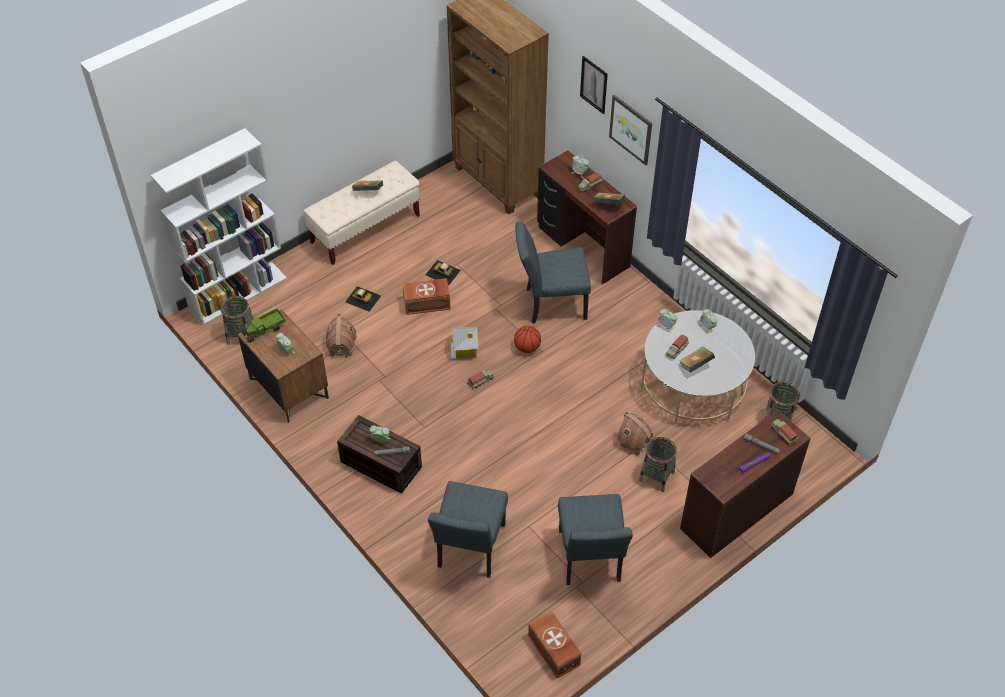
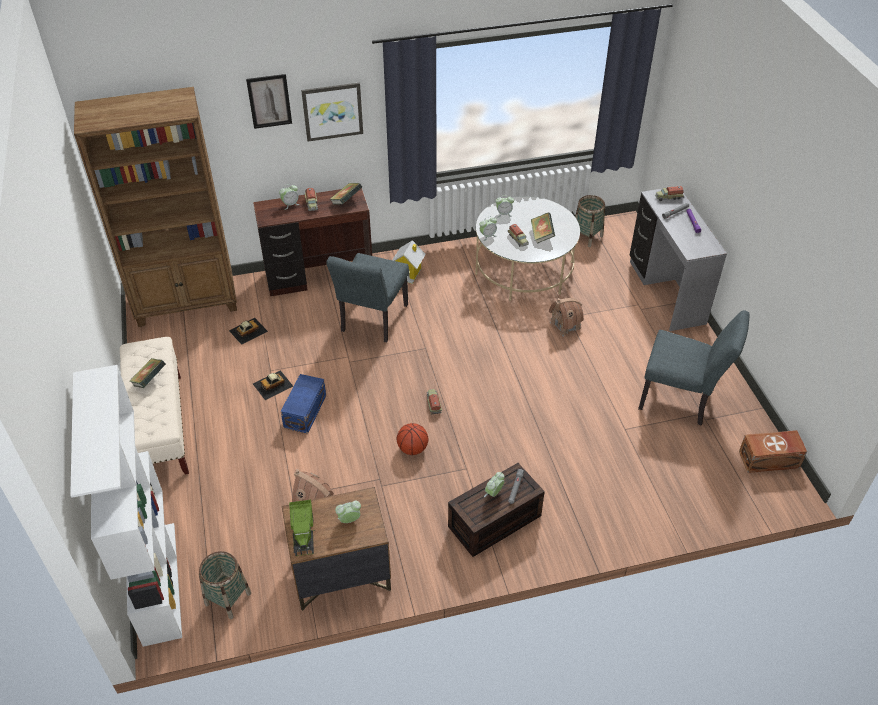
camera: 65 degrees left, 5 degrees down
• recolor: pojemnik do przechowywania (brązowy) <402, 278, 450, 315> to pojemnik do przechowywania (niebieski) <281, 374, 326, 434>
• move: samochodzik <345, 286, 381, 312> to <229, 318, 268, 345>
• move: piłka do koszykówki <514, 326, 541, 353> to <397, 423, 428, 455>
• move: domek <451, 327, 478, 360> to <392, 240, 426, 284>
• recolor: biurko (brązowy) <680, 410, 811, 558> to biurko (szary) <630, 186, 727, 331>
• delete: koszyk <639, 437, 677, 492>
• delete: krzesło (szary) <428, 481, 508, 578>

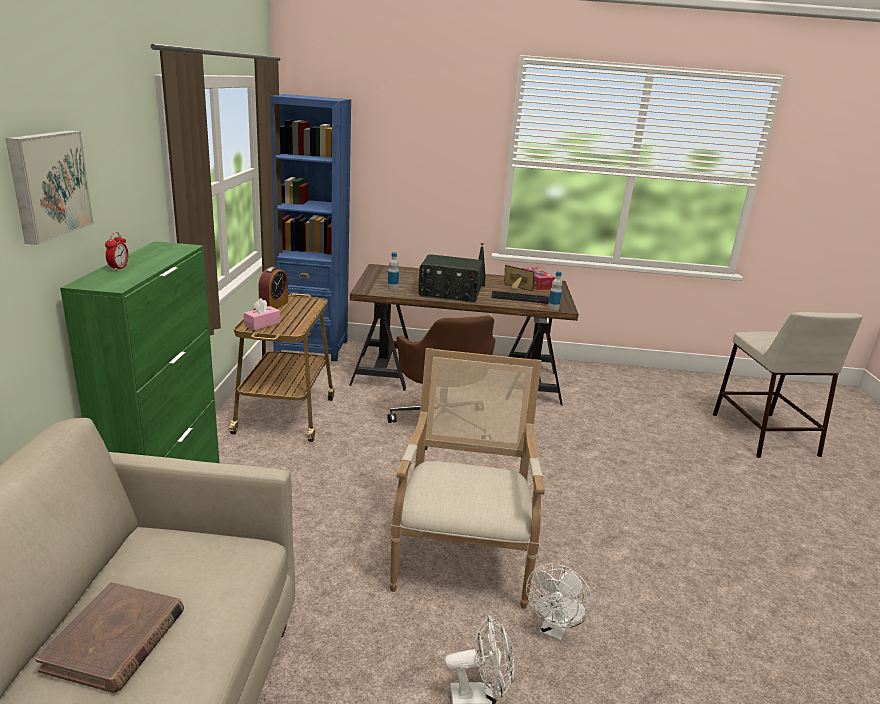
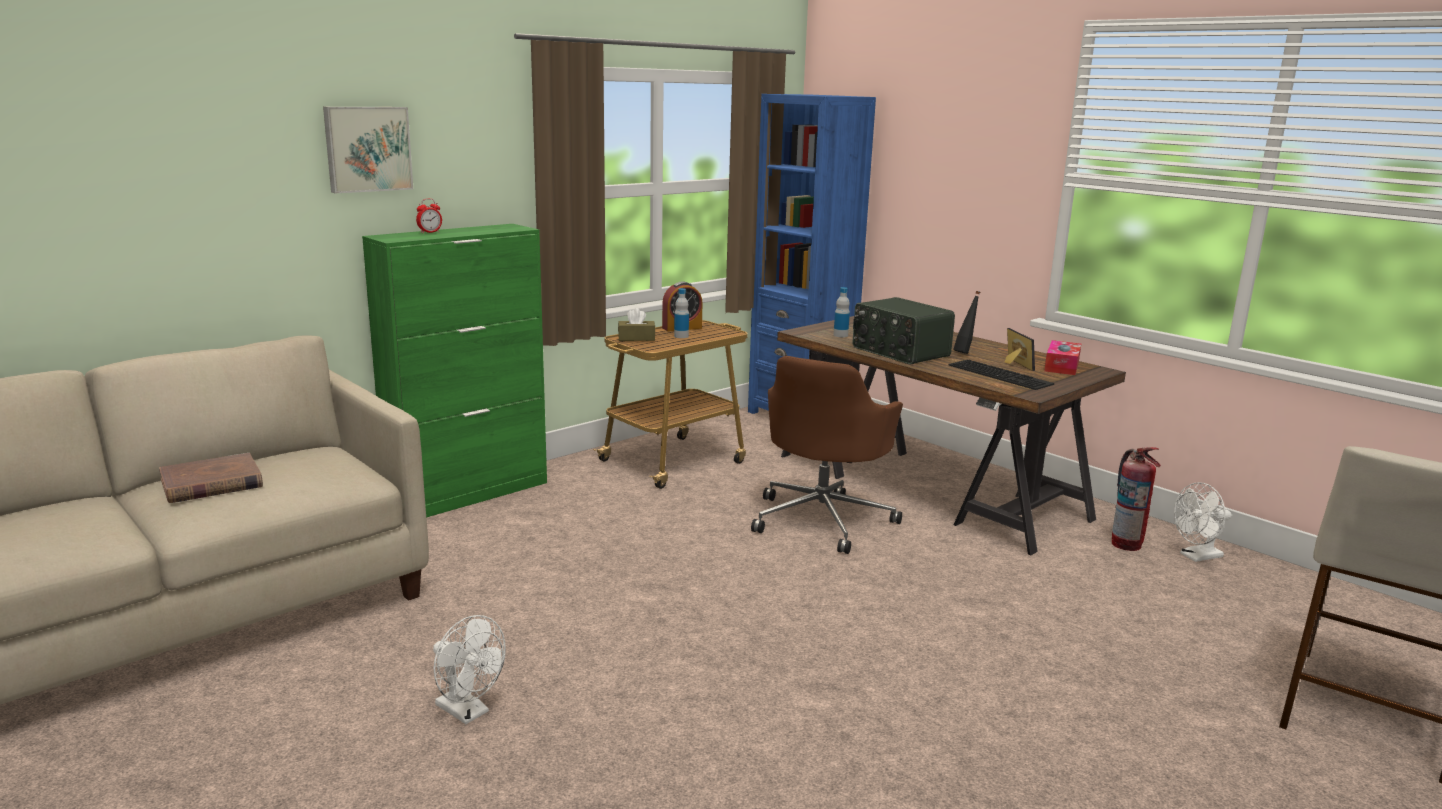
camera: 45 degrees right, 5 degrees down
• move: butelka <548, 271, 562, 310> to <674, 288, 689, 338>
• recolor: pudełko chusteczek (różowy) <244, 298, 280, 330> to pudełko chusteczek (brązowy) <618, 308, 655, 341>
• delete: fotel <390, 348, 545, 609>
• move: wentylator (biały) <526, 564, 592, 642> to <1174, 482, 1232, 562>
• insert: gaśnica <1112, 447, 1161, 551>

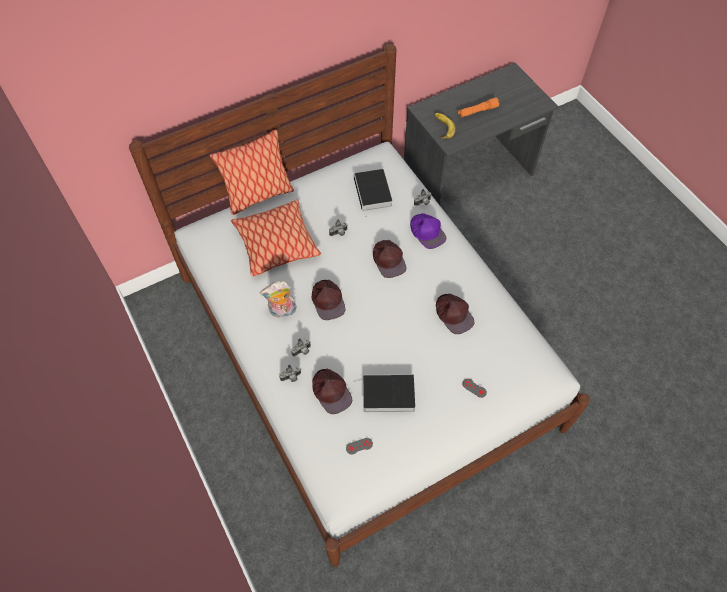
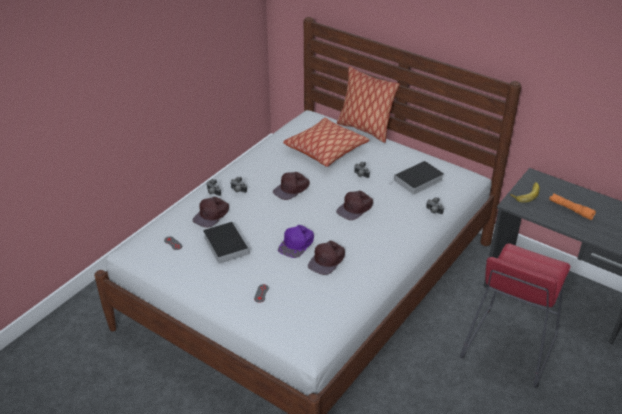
camera: 65 degrees right, 20 degrees down
• move: czapka z daszkiem (fioletowy) <410, 213, 446, 249> to <278, 225, 314, 258>
• delete: pluszak <260, 280, 297, 318>
• insert: stołek (czerwony) <460, 244, 571, 388>

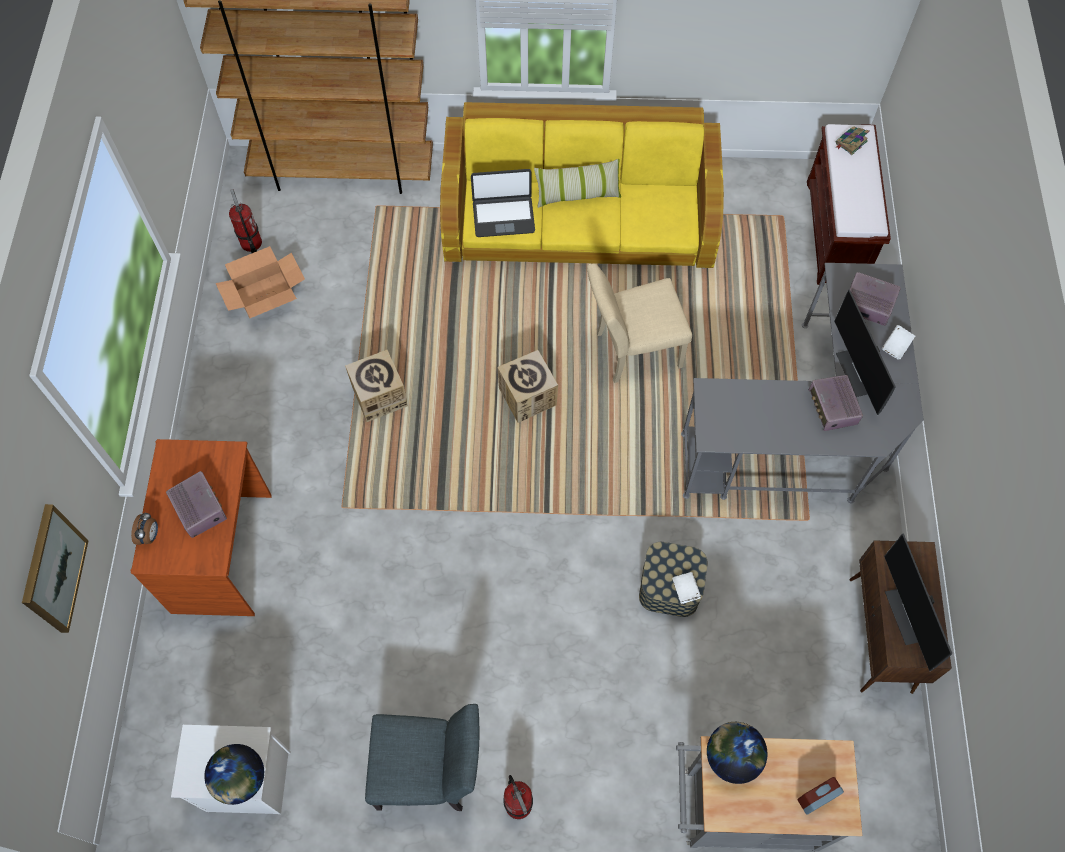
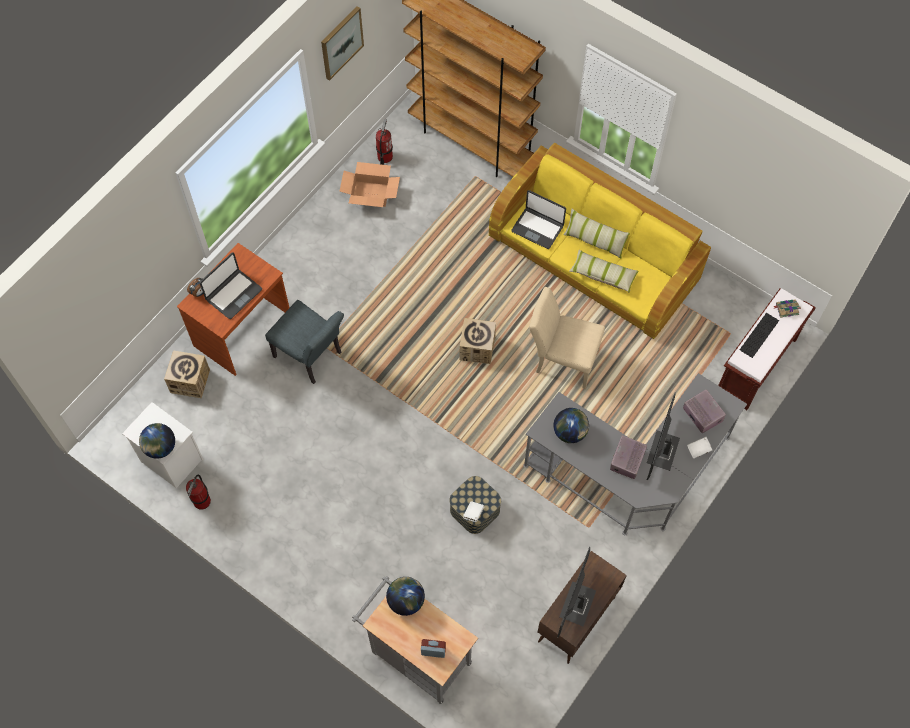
camera: 35 degrees right, 0 degrees up
• move: karton <345, 350, 408, 422> to <164, 350, 210, 398>
• replace: radio <166, 471, 227, 538> to laptop <200, 252, 262, 319>
• move: obraz <22, 504, 88, 633> to <321, 6, 364, 80>
• move: krzesło (szary) <365, 704, 479, 811> to <265, 300, 344, 384>
• move: gaśnica <503, 775, 533, 819> to <186, 474, 211, 510>
• insert: poduszka <569, 250, 638, 293>
• insert: klawiatura <740, 313, 779, 358>
• insert: globus <553, 408, 589, 443>

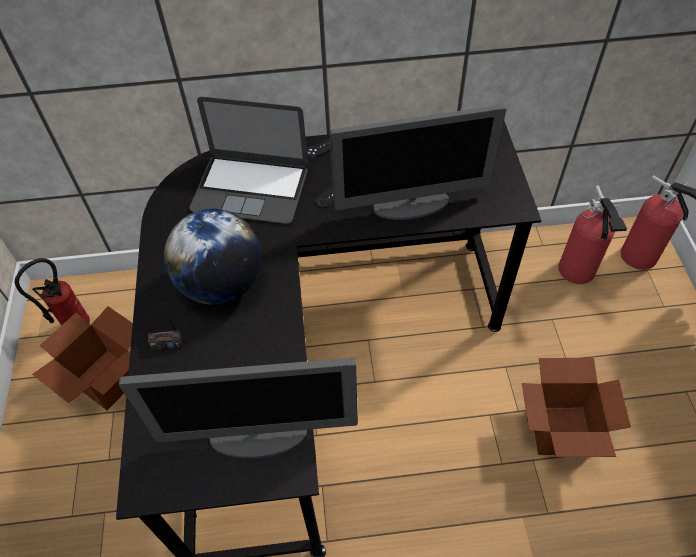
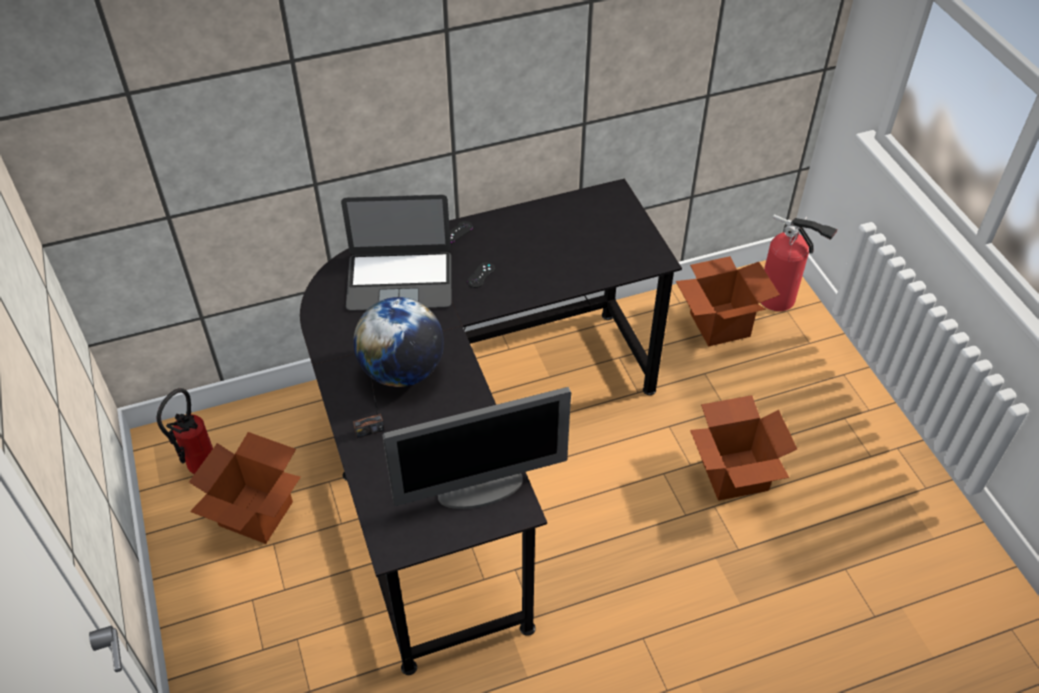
camera: 15 degrees left, 5 degrees down
• delete: monitor <330, 105, 506, 220>
• replace: gaśnica <558, 185, 627, 284> to karton <676, 256, 780, 347>

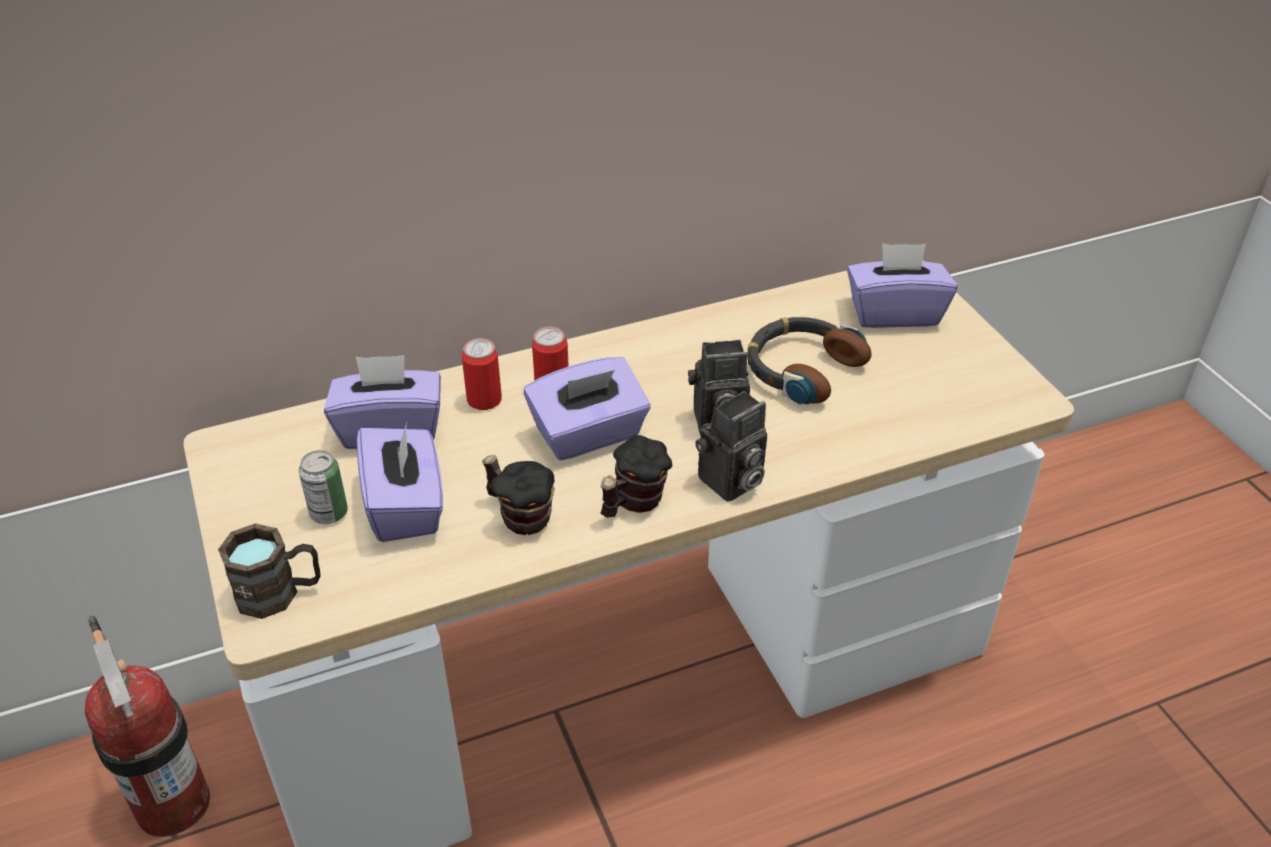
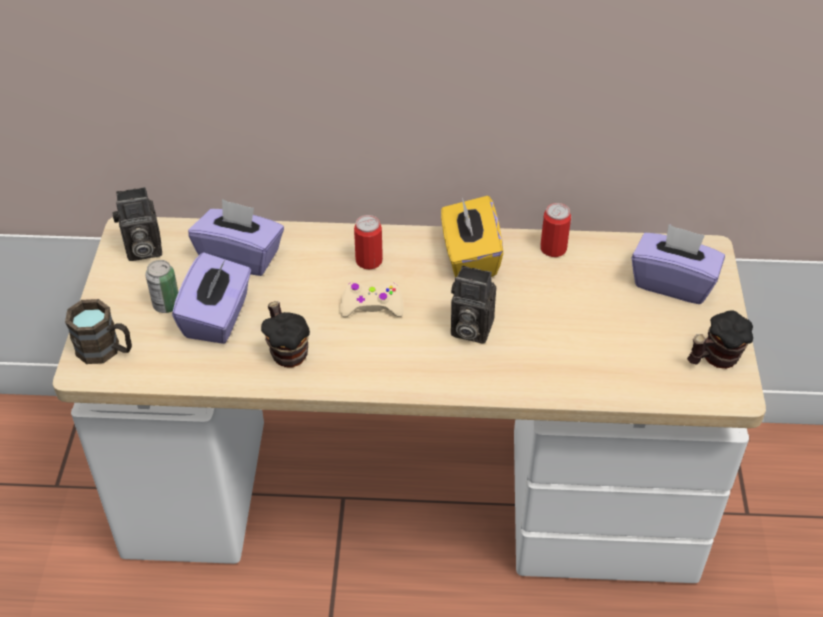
camera: 25 degrees right, 5 degrees up
• delete: słuchawki <747, 317, 872, 405>
• move: puszka <462, 338, 502, 410> to <540, 203, 571, 257>
• replace: pudełko chusteczek (fioletowy) <524, 357, 651, 460> to pad do gier (beżowy) <340, 282, 404, 318>
• move: aparat fotograficzny <695, 391, 767, 502> to <113, 187, 162, 261>
• move: kubek <600, 435, 672, 518> to <687, 310, 753, 369>
• delete: gaśnica <85, 616, 210, 837>
• insert: pudełko chusteczek (żółty) <441, 196, 503, 277>

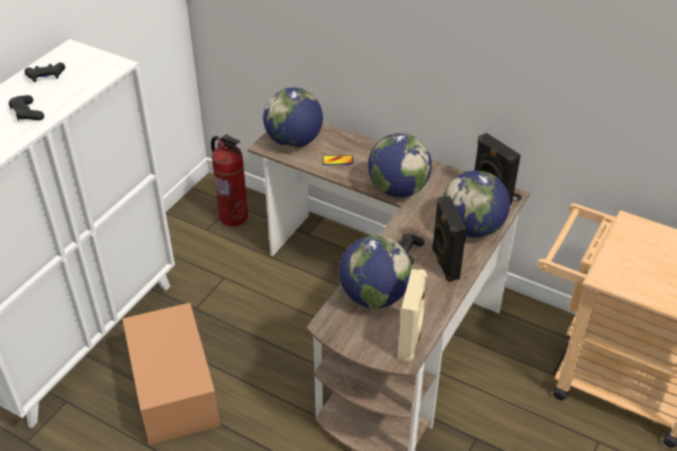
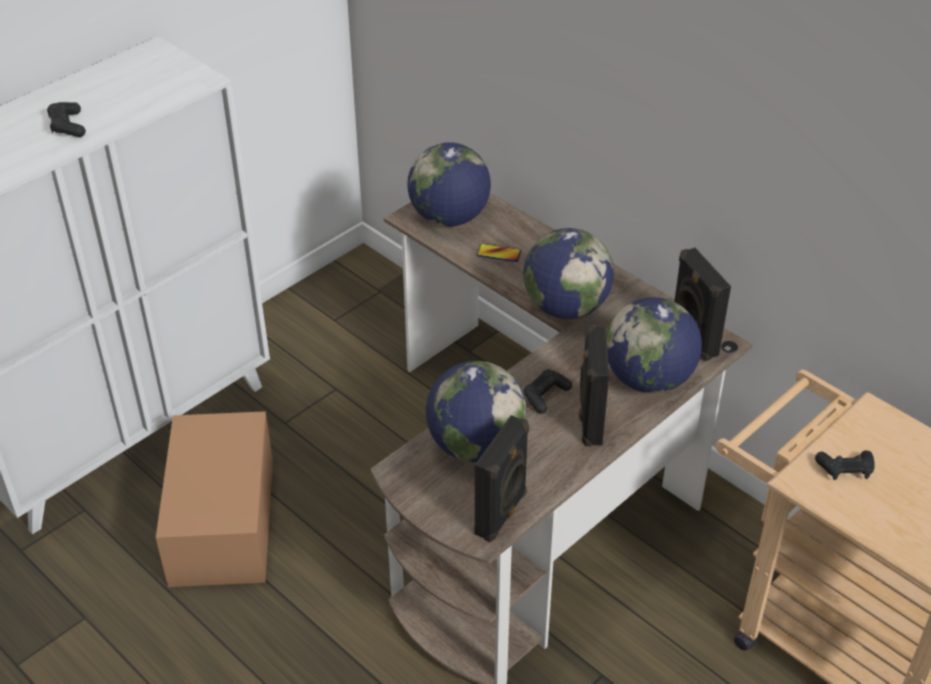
camera: 15 degrees right, 0 degrees up
• move: pad do gier (czarny) <24, 62, 65, 82> to <815, 450, 875, 480>
• delete: gaśnica <211, 134, 248, 227>
• recolor: głośnik (beżowy) <398, 269, 427, 362> to głośnik (czarny) <475, 415, 529, 542>

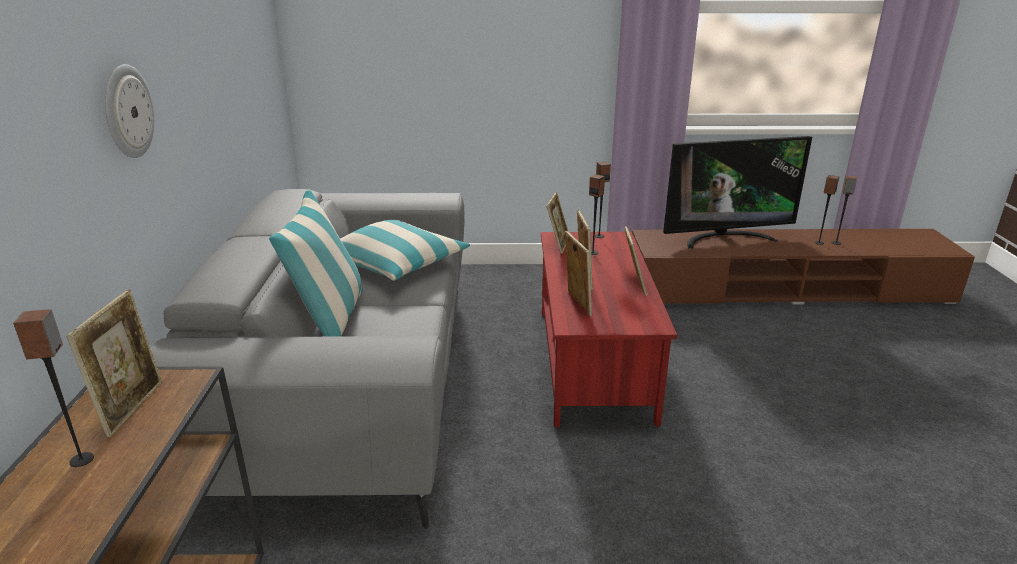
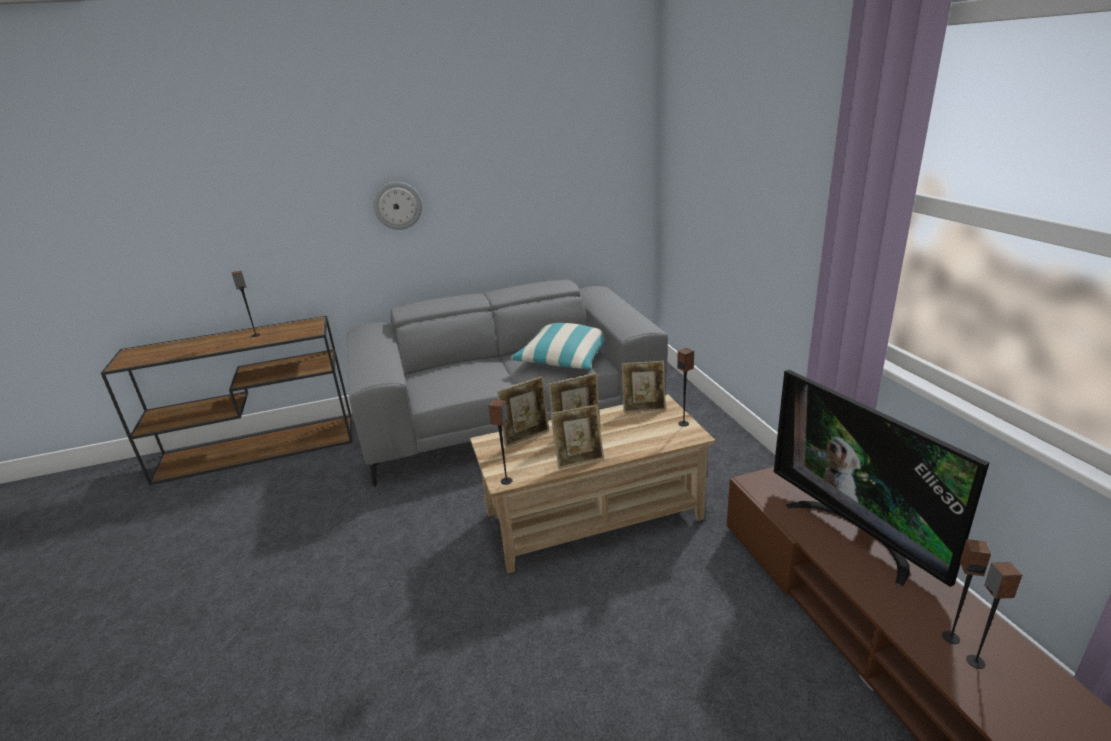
camera: 75 degrees right, 0 degrees up
• move: głośnik <589, 174, 605, 255> to <489, 400, 512, 485>
• delete: poduszka <269, 190, 363, 337>
• recolor: ława (czerwony) <541, 232, 677, 427> to ława (beżowy) <470, 395, 715, 573>
• delete: ramka na zdjęcie <66, 289, 162, 437>

